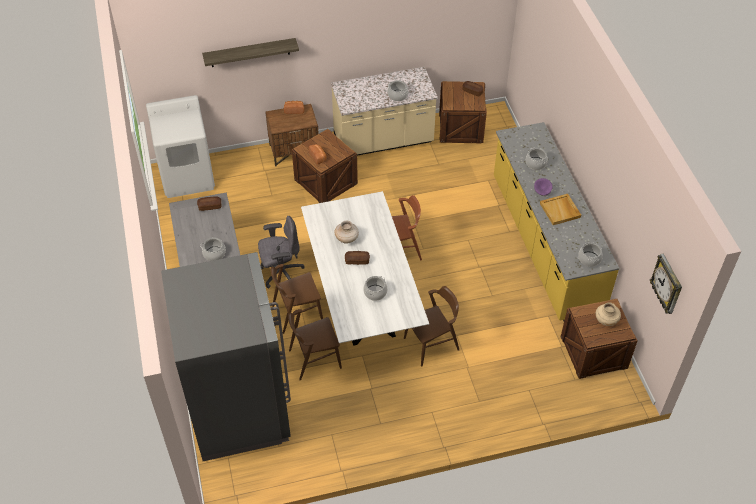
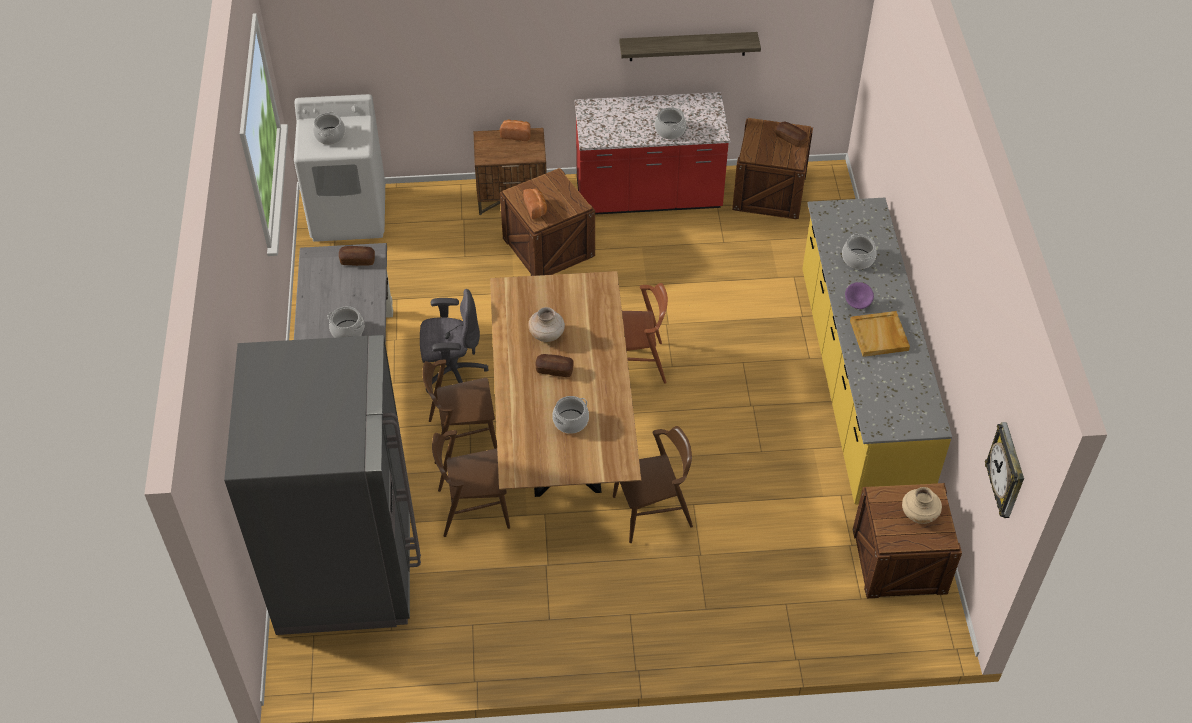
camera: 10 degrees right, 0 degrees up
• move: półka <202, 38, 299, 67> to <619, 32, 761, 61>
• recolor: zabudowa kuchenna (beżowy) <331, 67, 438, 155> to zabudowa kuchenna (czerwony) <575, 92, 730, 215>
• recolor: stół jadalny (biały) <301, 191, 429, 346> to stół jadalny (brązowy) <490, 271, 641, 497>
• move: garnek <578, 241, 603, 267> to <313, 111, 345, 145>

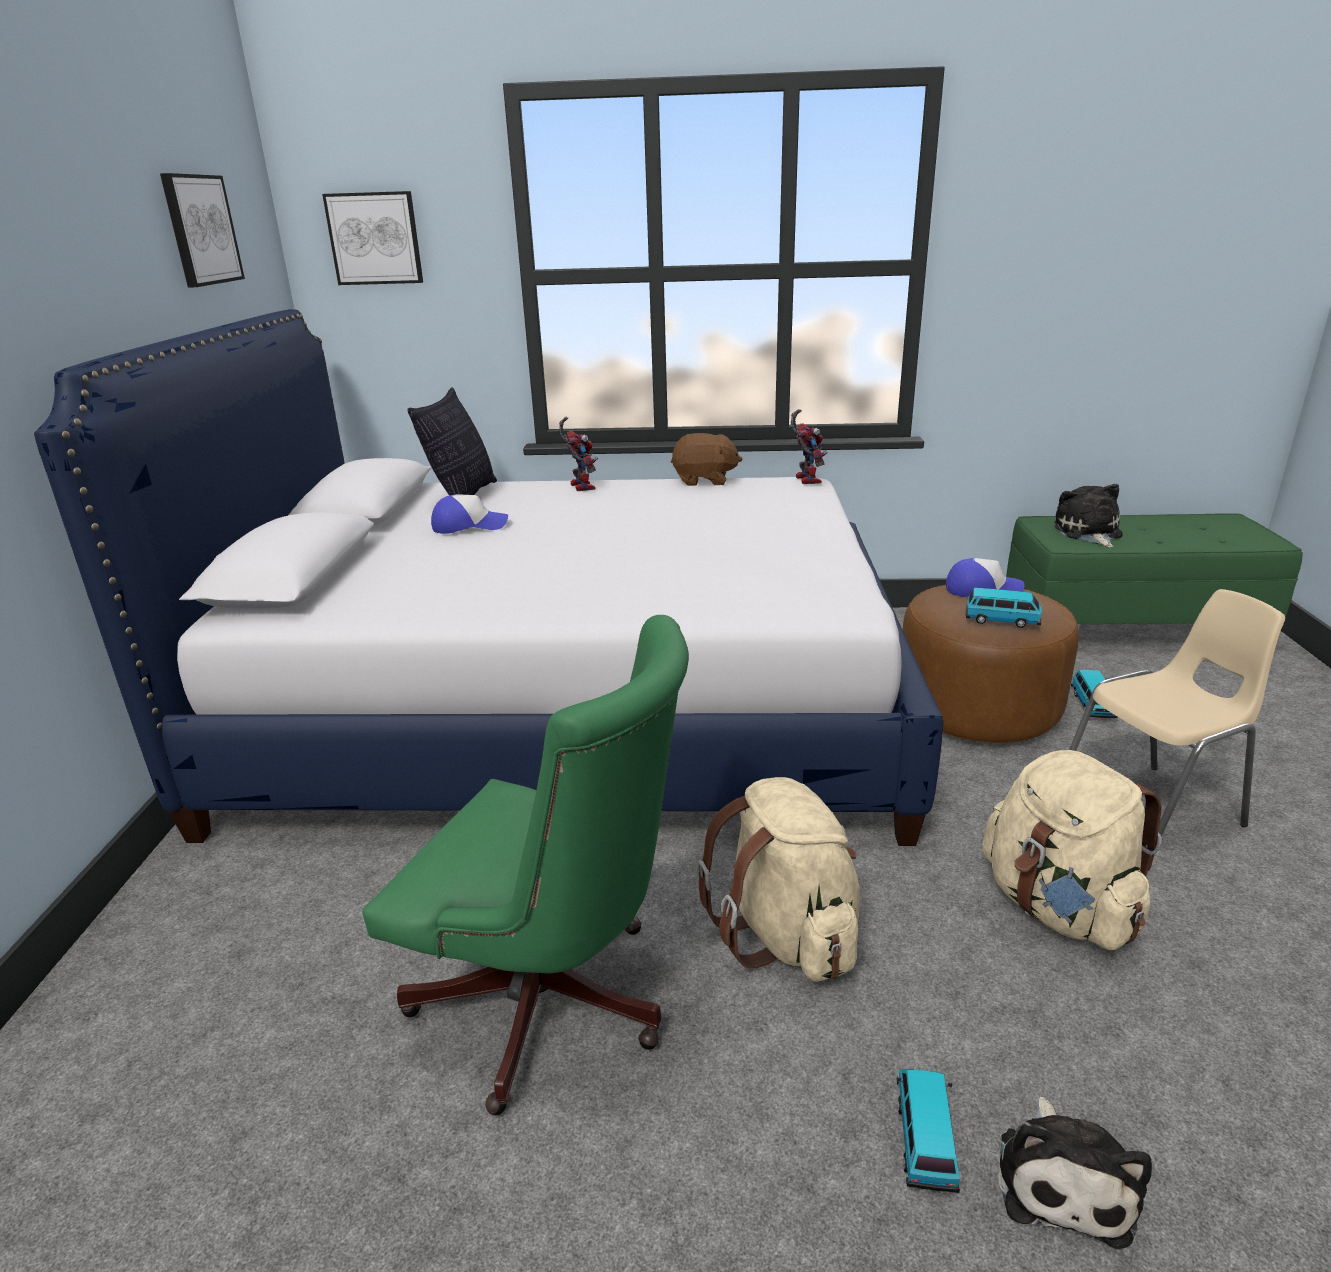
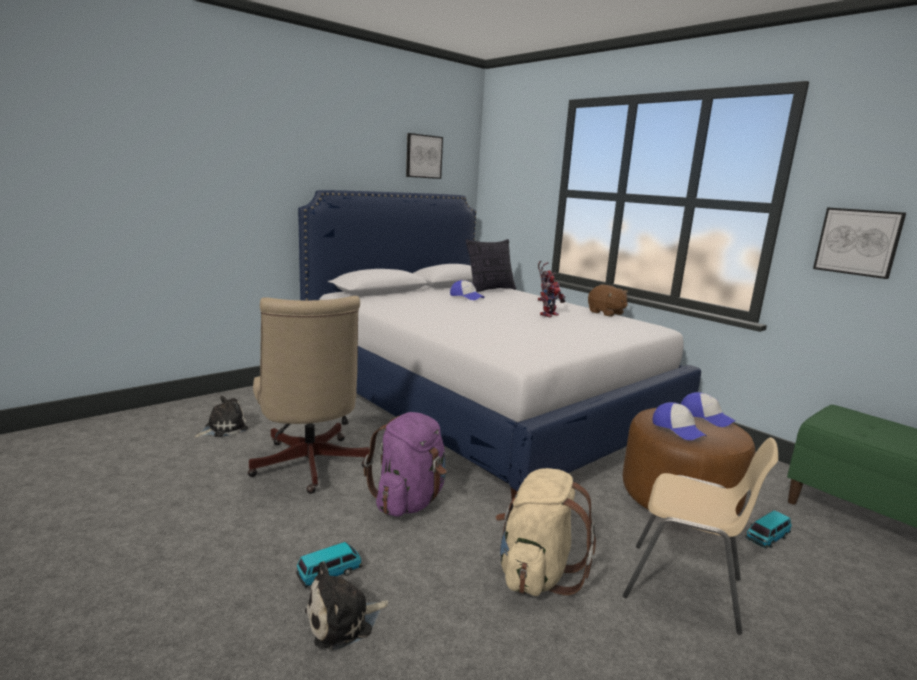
camera: 45 degrees right, 10 degrees down
• move: obraz <322, 191, 423, 285> to <813, 207, 906, 279>
• move: robot zabawkowy <791, 409, 828, 484> to <540, 271, 566, 317>
• move: pluszak <1053, 484, 1123, 548> to <194, 396, 248, 438>
• replace: samochodzik <966, 588, 1042, 628> to czapka z daszkiem <653, 402, 707, 440>
• recolor: krzesło biurowe (zielony) <362, 615, 689, 1115> to krzesło biurowe (beżowy) <247, 296, 370, 494>
• recolor: plecak (beżowy) <697, 777, 860, 982> to plecak (fioletowy) <364, 412, 447, 517>

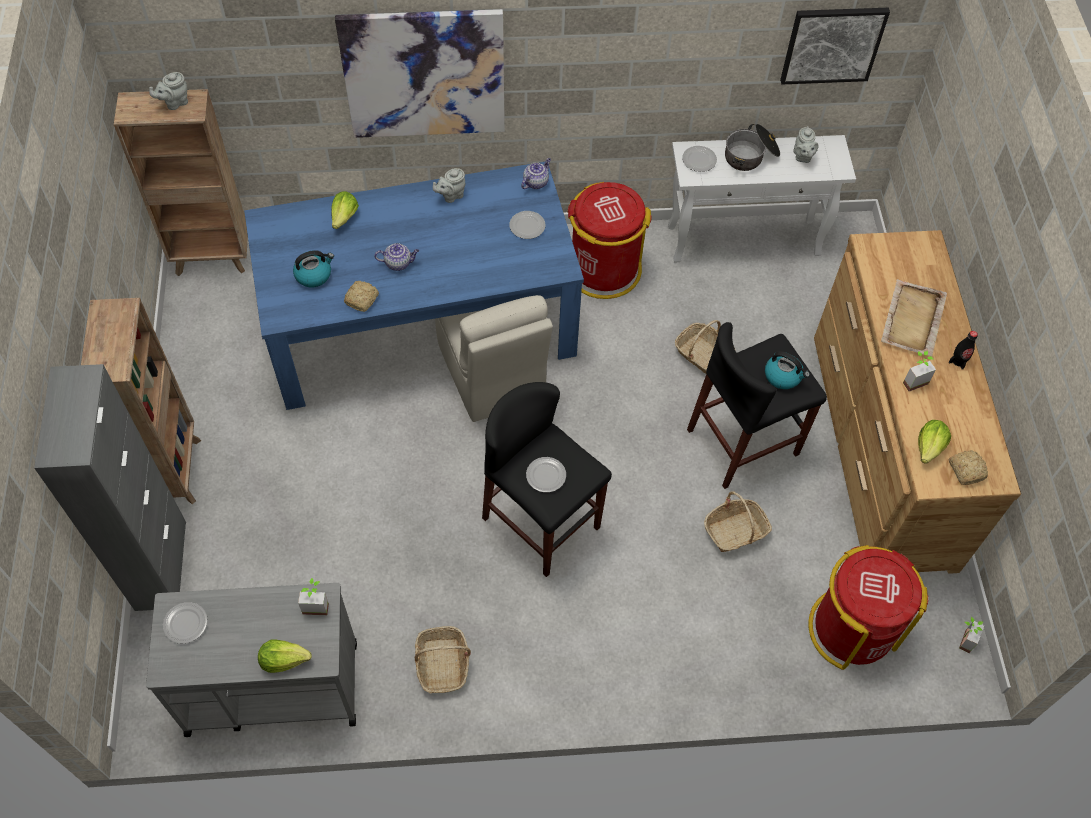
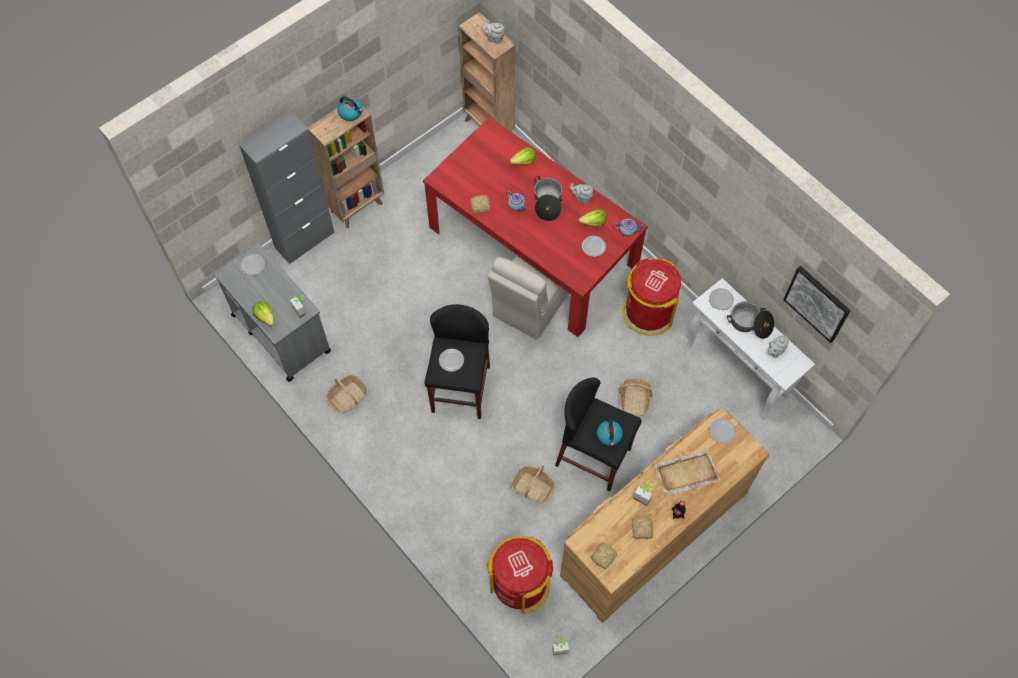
camera: 55 degrees right, 5 degrees up
• delete: obraz <335, 9, 505, 138>
• recolor: stół jadalny (niebieski) <244, 161, 584, 410> to stół jadalny (czerwony) <423, 117, 648, 337>
• move: czajnik <293, 250, 334, 287> to <338, 96, 363, 121>
• move: sałata <918, 420, 951, 463> to <578, 209, 607, 226>
• insert: garnek <534, 176, 562, 221>
• insert: talerz <709, 418, 736, 443>
• insert: chleb <632, 517, 653, 539>

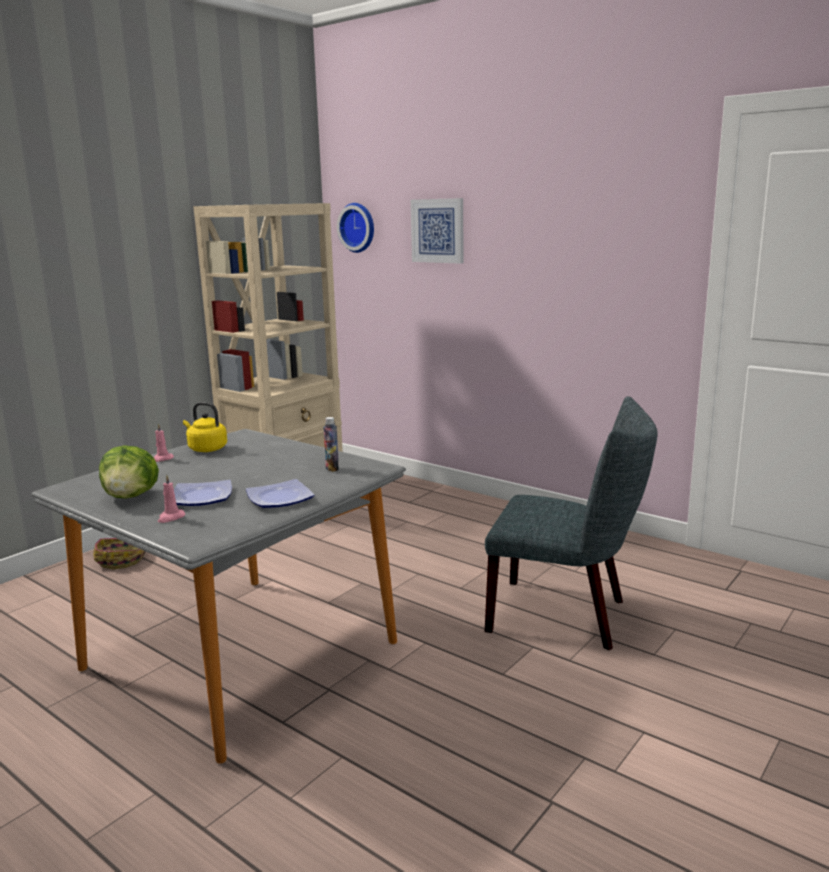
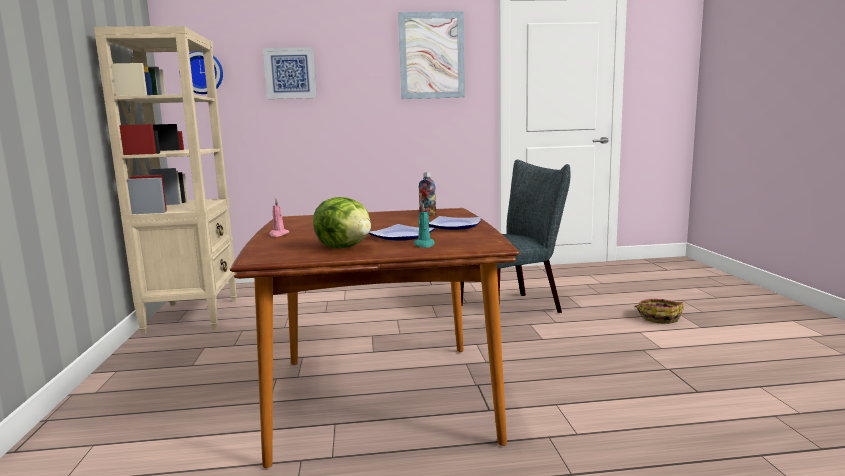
camera: 45 degrees left, 5 degrees down
• delete: czajnik (żółty) <183, 402, 227, 452>
• recolor: stół jadalny (szary) <31, 429, 406, 764> to stół jadalny (brązowy) <230, 208, 519, 468>
• recolor: świeca (różowy) <158, 474, 185, 523> to świeca (turkusowy) <413, 204, 435, 248>
• move: koszyk <93, 538, 146, 569> to <635, 299, 684, 324>
• insert: obraz <398, 12, 465, 99>

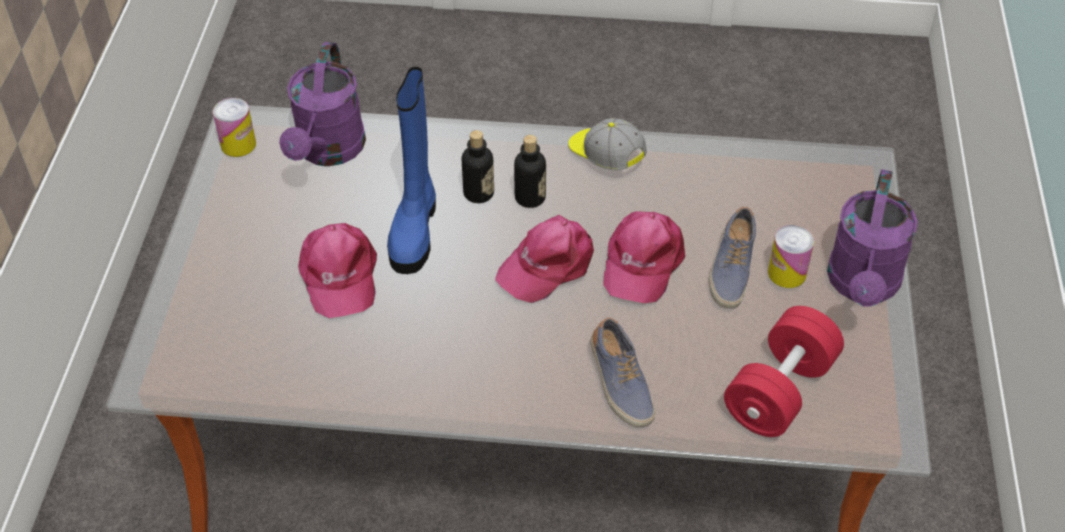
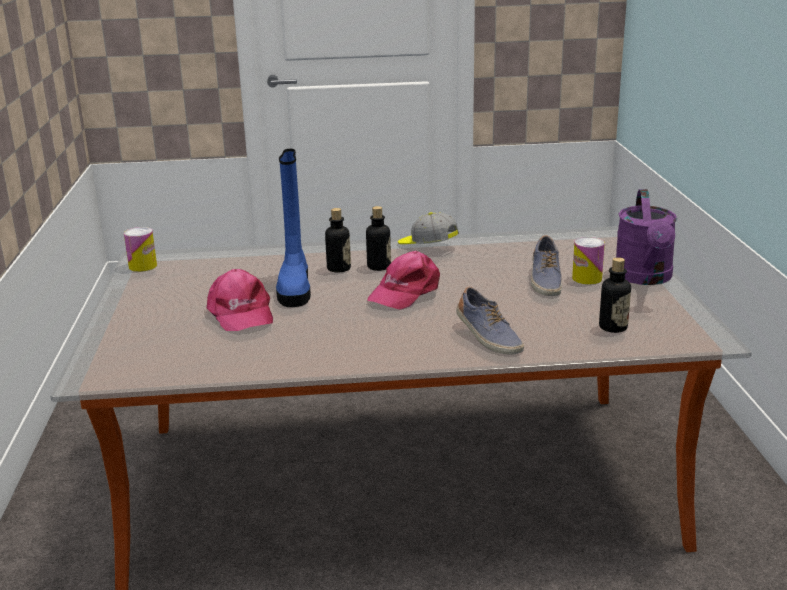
camera: 10 degrees left, 25 degrees down
• delete: konewka (fioletowy) <279, 42, 366, 166>
• delete: czapka z daszkiem (różowy) <603, 211, 685, 303>
• replace: hantel (czerwony) <724, 306, 844, 437> to butelka <599, 257, 631, 333>

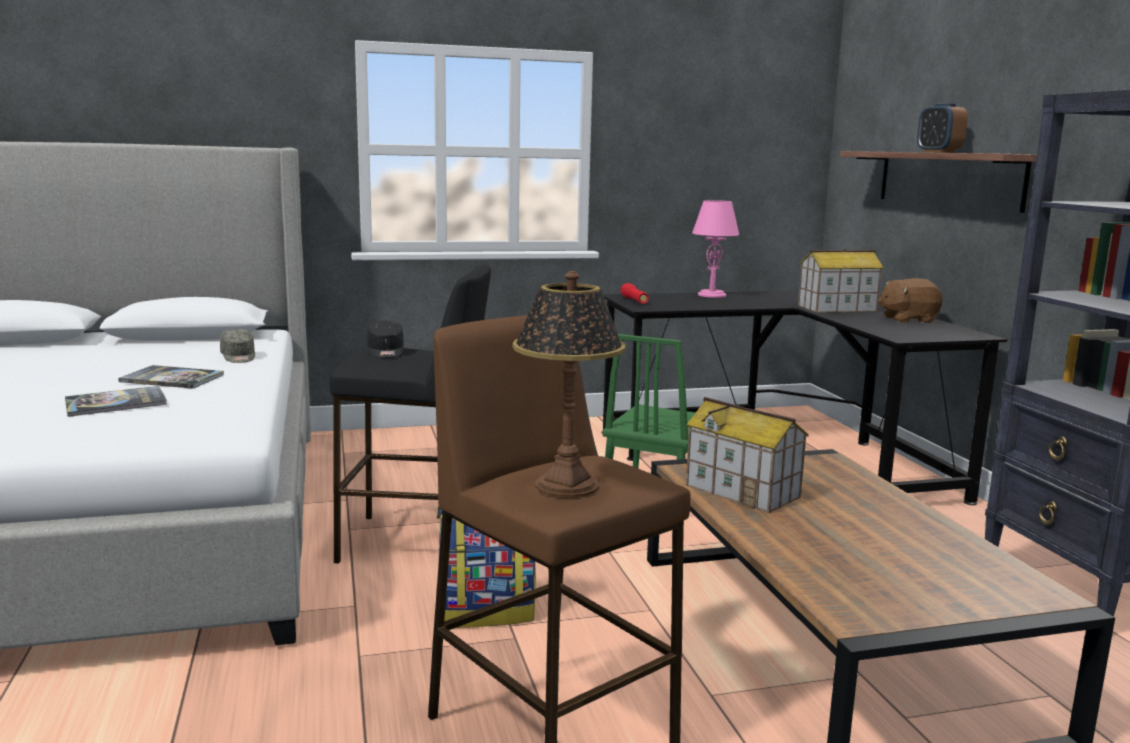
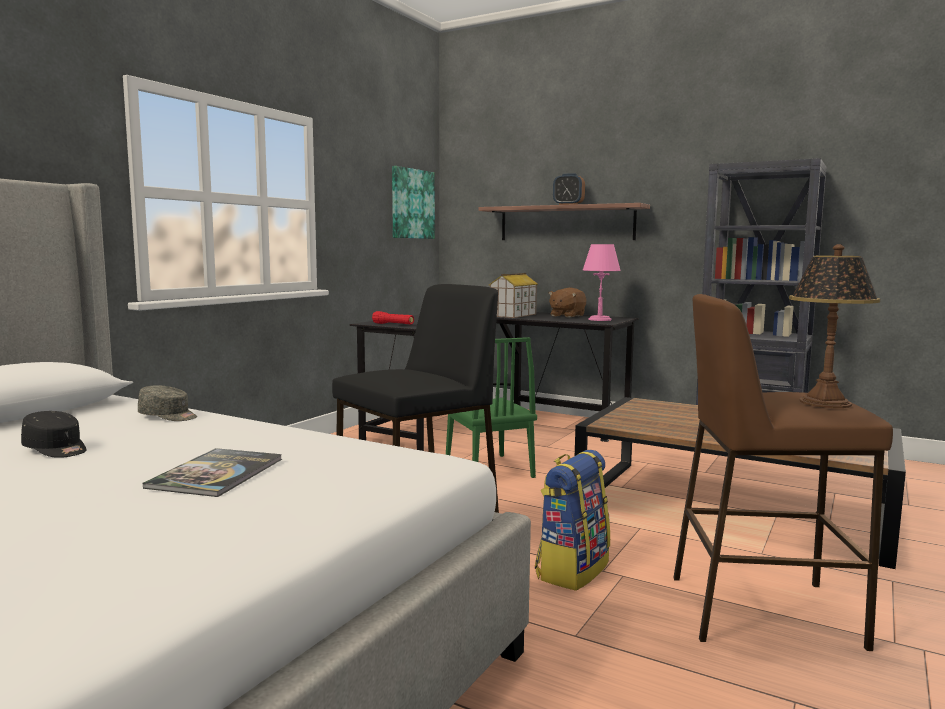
camera: 45 degrees left, 5 degrees down
• move: lampa stołowa (różowy) <692, 200, 739, 298> to <583, 244, 621, 321>
• move: czapka z daszkiem (czarny) <367, 321, 404, 358> to <21, 411, 87, 458>
• delete: książka <118, 365, 224, 388>
• delete: domek <686, 397, 809, 513>
• insert: obraz <392, 166, 435, 239>

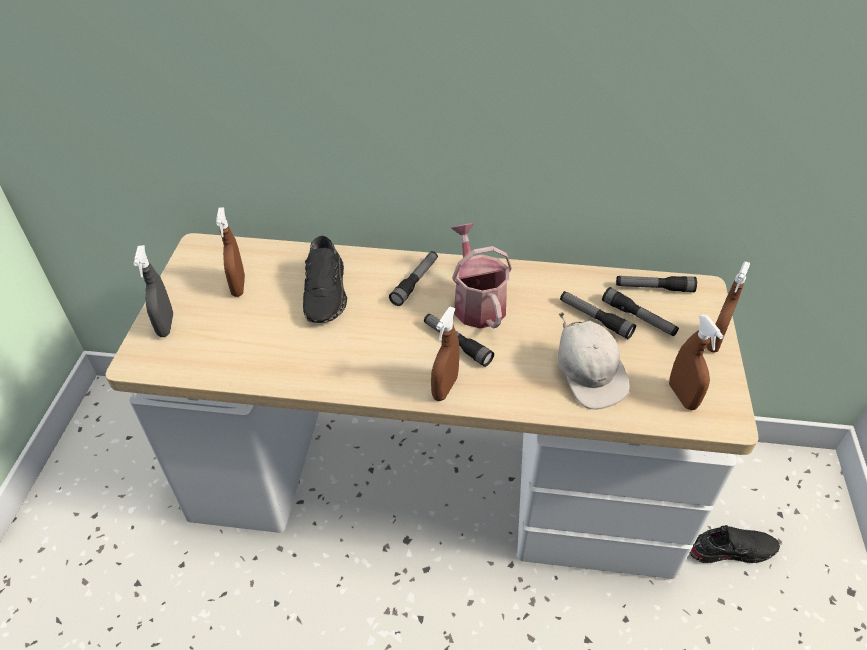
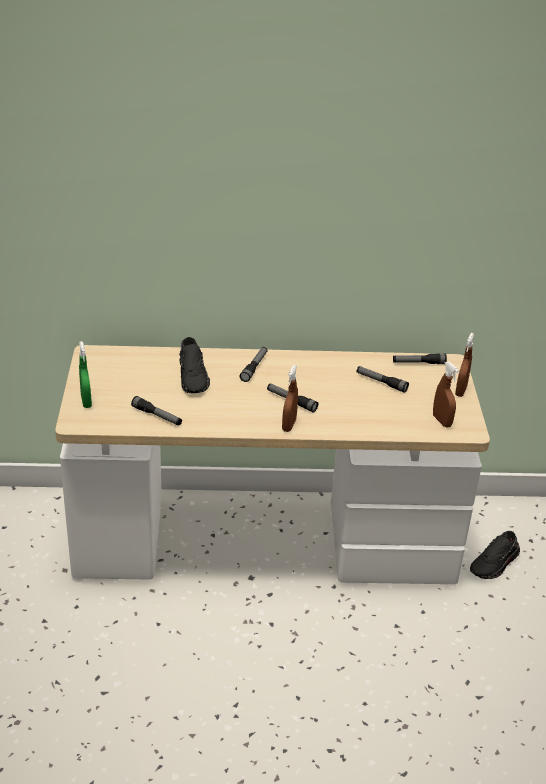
camera: 10 degrees left, 10 degrees down
• delete: spryskiwacz (brązowy) <216, 207, 245, 297>
• delete: konewka <451, 223, 512, 329>
• recolor: spryskiwacz (szary) <134, 245, 173, 337> to spryskiwacz (zielony) <79, 341, 92, 408>
• move: latarka <602, 287, 679, 336> to <131, 396, 182, 426>
• delete: czapka z daszkiem (biały) <558, 312, 630, 410>
• rotate: but (czarny) <690, 525, 780, 563> = <470, 531, 520, 579> 150 degrees clockwise

